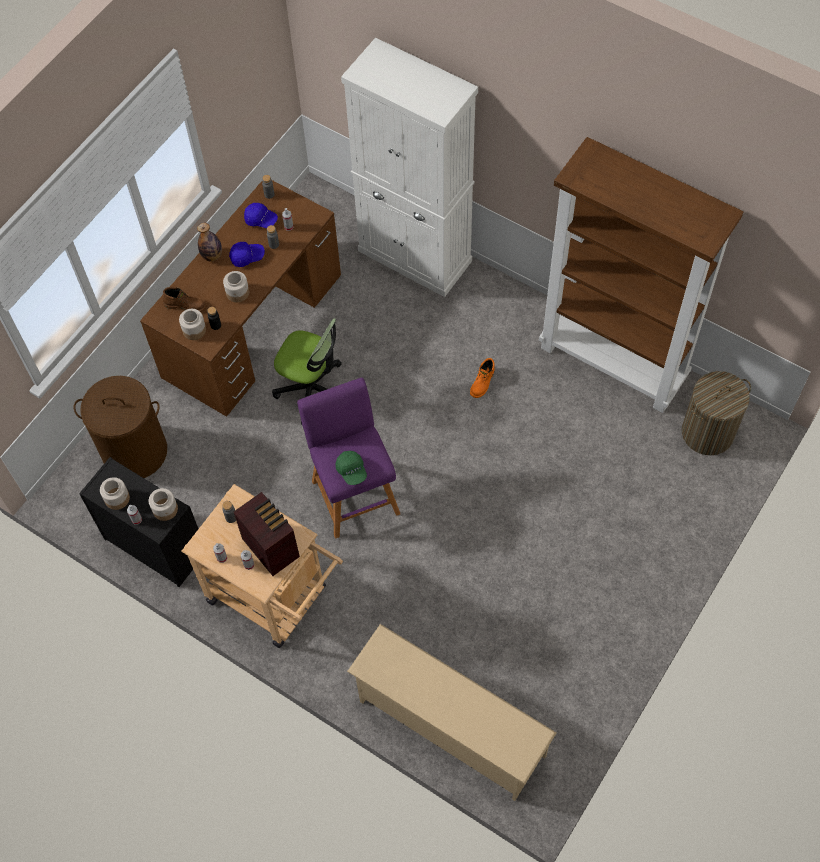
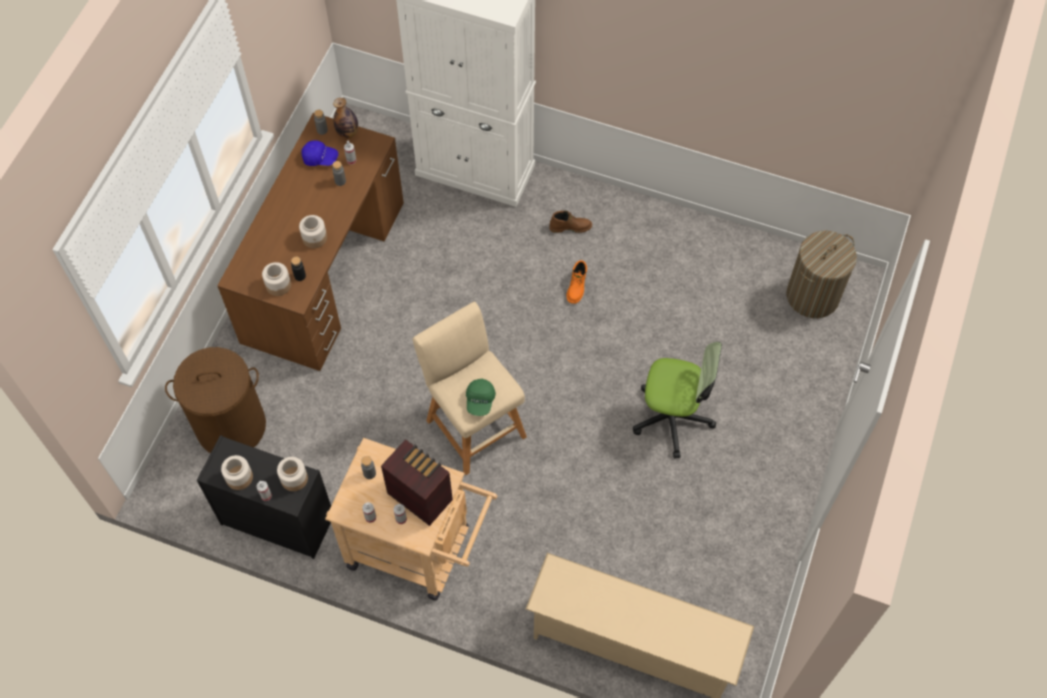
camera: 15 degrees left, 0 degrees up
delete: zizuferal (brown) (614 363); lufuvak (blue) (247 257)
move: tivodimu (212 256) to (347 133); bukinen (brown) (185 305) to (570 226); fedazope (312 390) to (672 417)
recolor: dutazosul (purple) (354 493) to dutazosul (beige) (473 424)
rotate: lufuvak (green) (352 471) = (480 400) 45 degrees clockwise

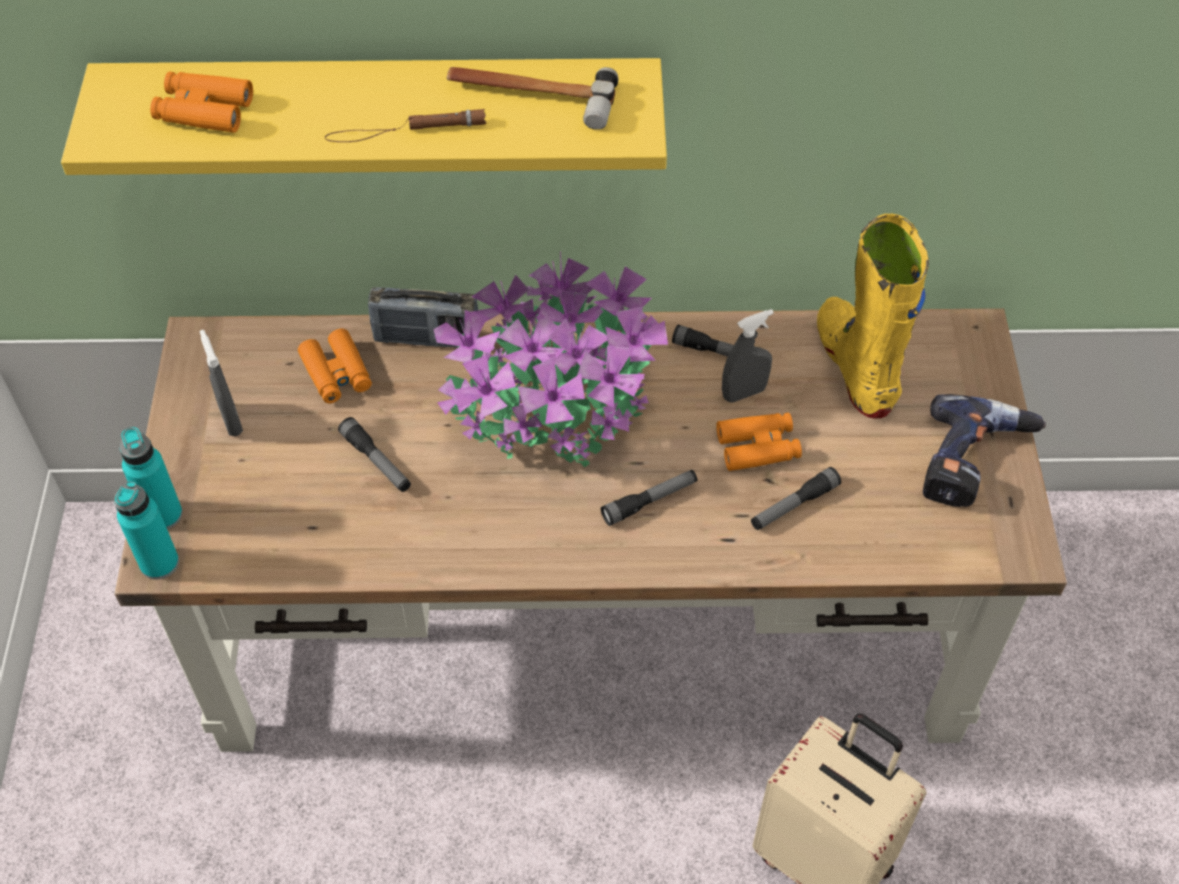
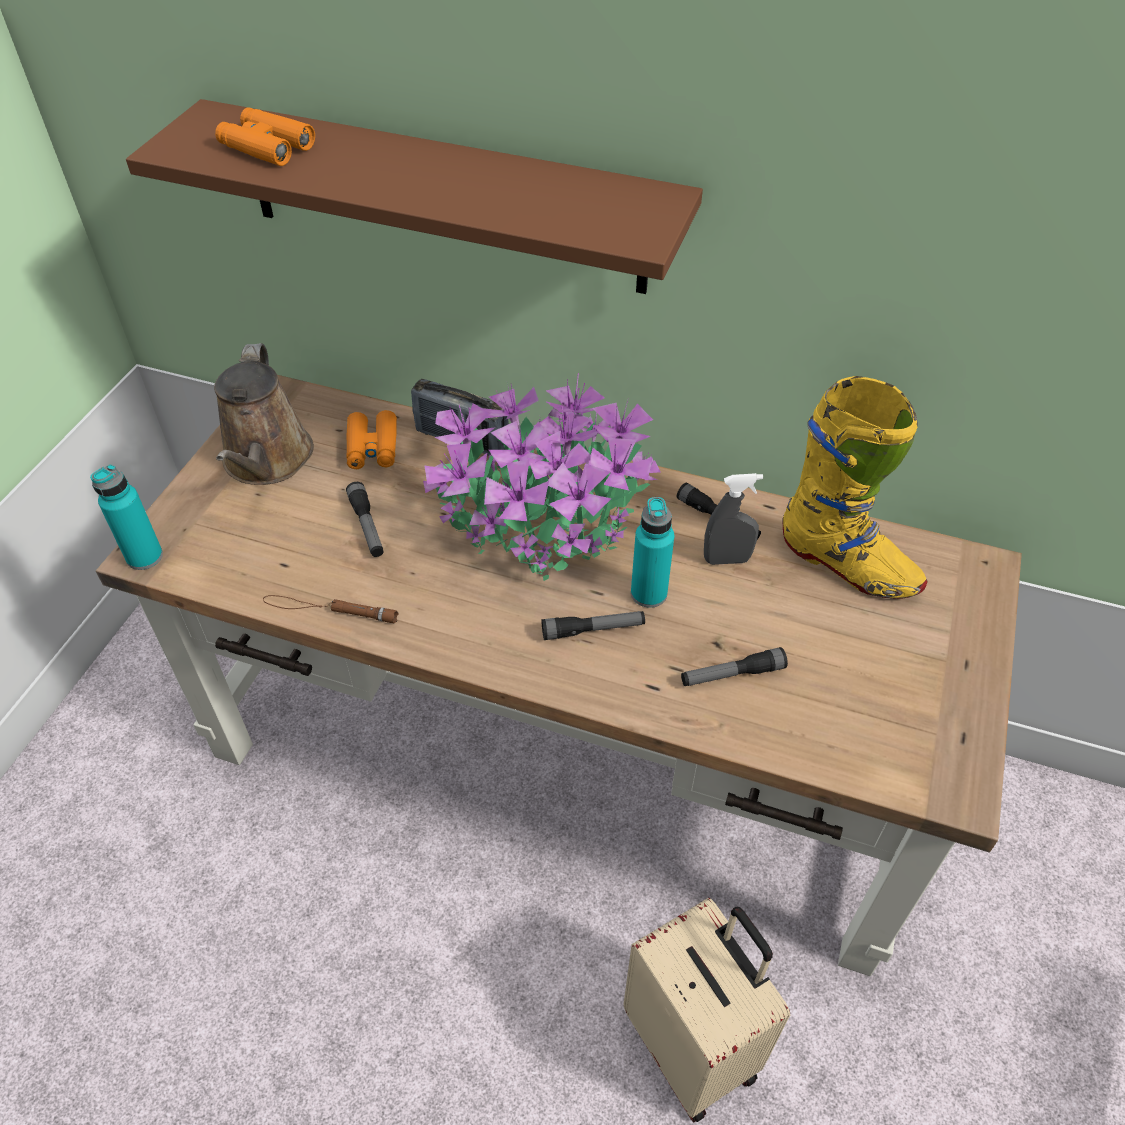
camera: 20 degrees right, 5 degrees down
delete: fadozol (530 96); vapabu (974 463); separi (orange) (758 447)
move: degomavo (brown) (405 130) to (329 610); tivodimu (turquoise) (163 514) to (648 593)
replace: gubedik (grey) (231 420) to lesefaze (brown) (267 461)
recolor: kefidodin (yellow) (381 110) to kefidodin (brown) (442 198)
rotate: bukinen (yellow) (855 367) = (847 566) 120 degrees clockwise

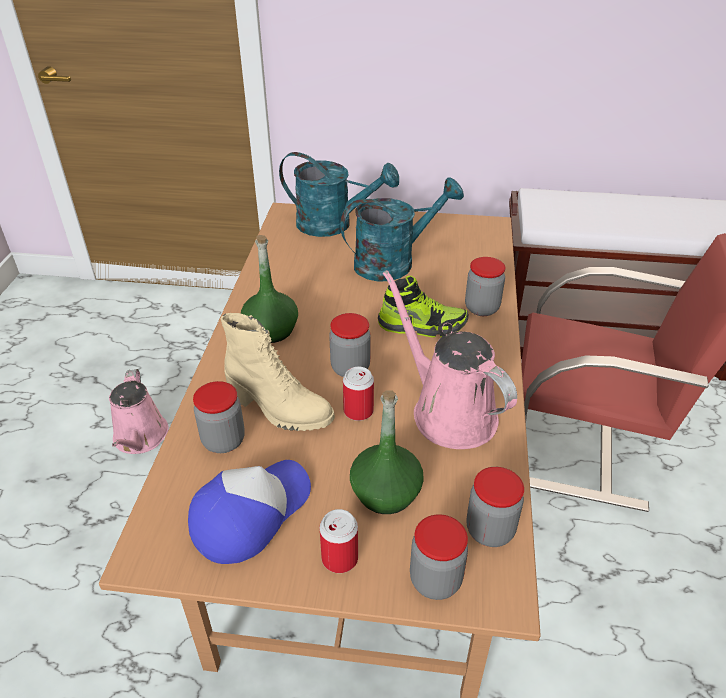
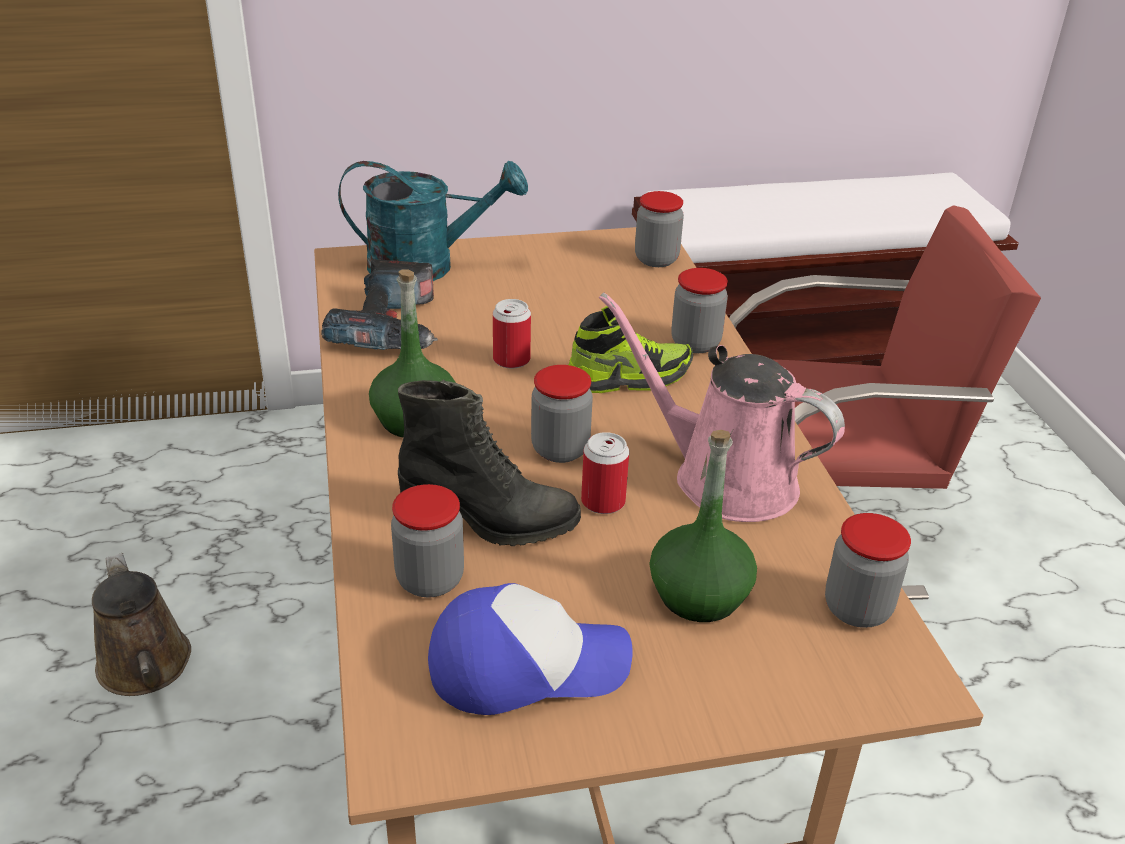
camera: 20 degrees left, 5 degrees down
delete: lesefaze (turquoise) (394 262)
insert: vapabu (393 327)
move: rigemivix (339 558) to (511 360); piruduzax (435 580) to (656 259)
recolor: bukinen (beige) (279 410) to bukinen (black) (489 523); lesefaze (pink) (140 438) to lesefaze (brown) (146 668)
rotate: lufuvak (250 513) = (526 664) 60 degrees clockwise

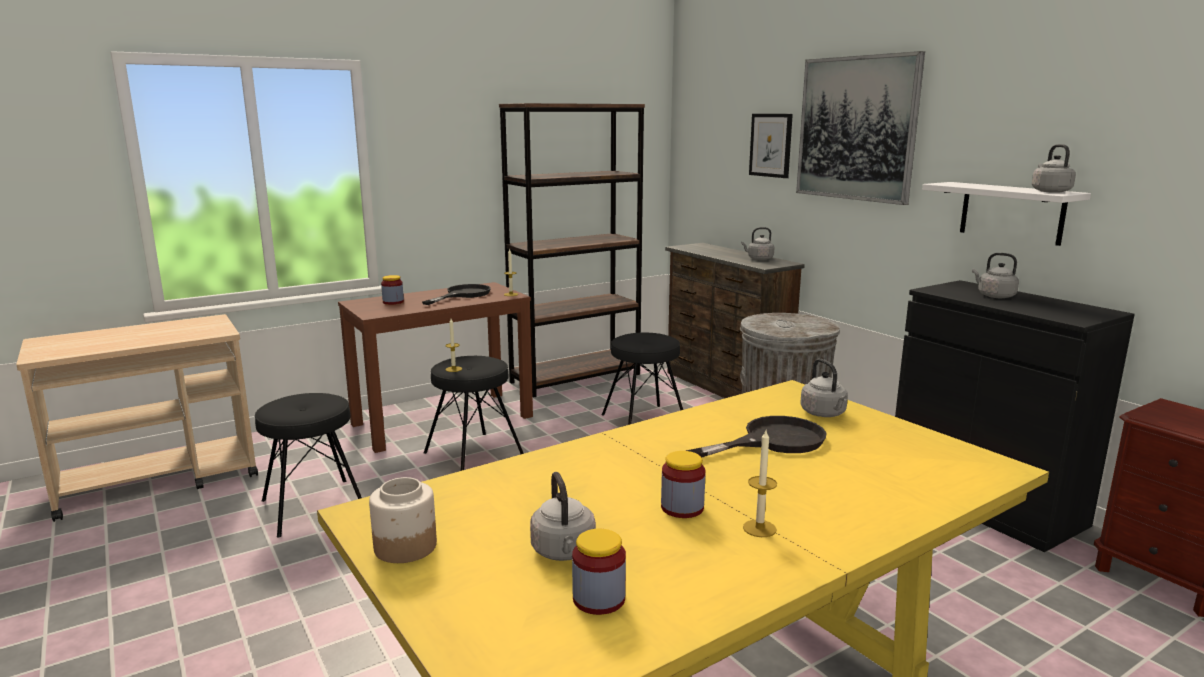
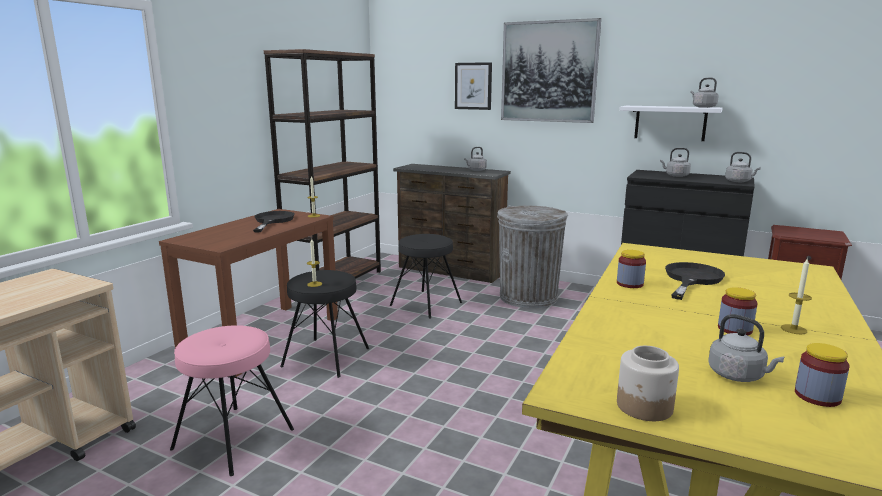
camera: 30 degrees left, 0 degrees up
move: piruduzax (393 302) to (629 284); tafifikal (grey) (824 414) to (739 181)
recolor: dutazosul (black) (314 507) to dutazosul (pink) (234 439)

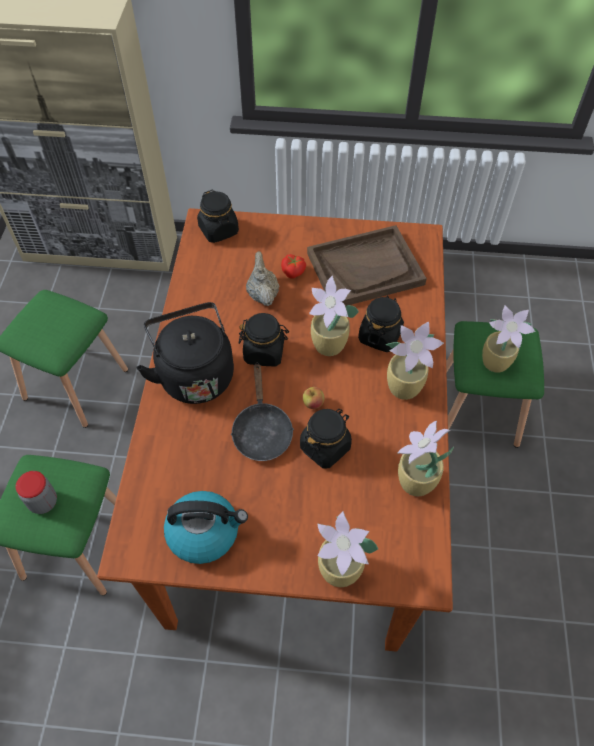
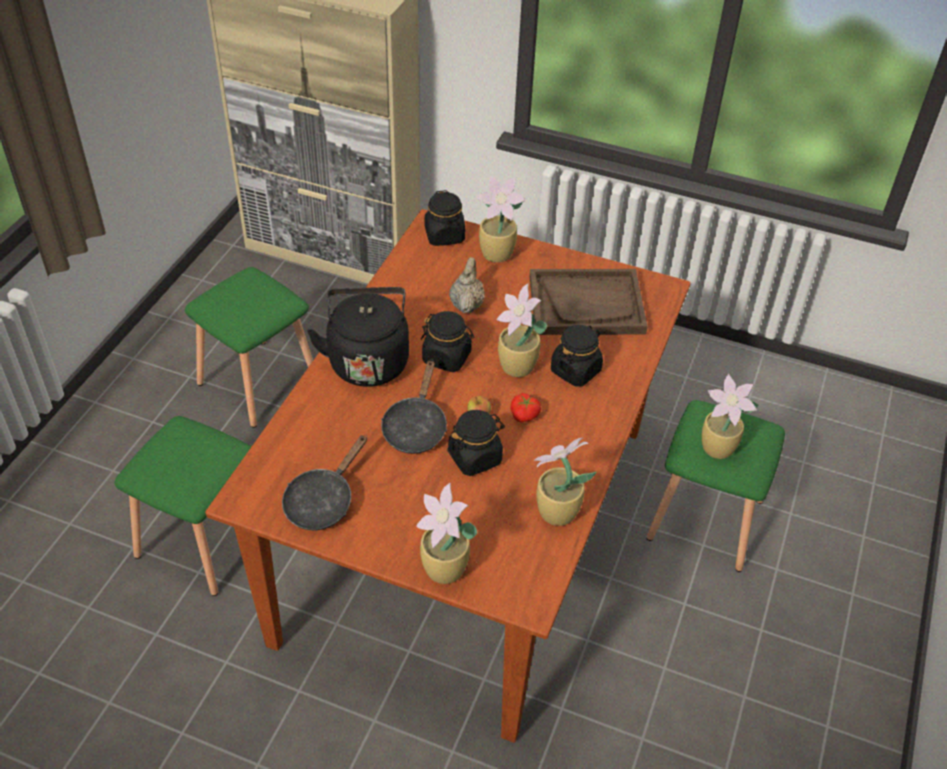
camera: 15 degrees right, 10 degrees down
delete: piruduzax (43 502)
move: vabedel (293 271) to (525 415); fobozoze (405 388) to (498 255)
replace: tafifikal (205 532) to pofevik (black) (323 501)

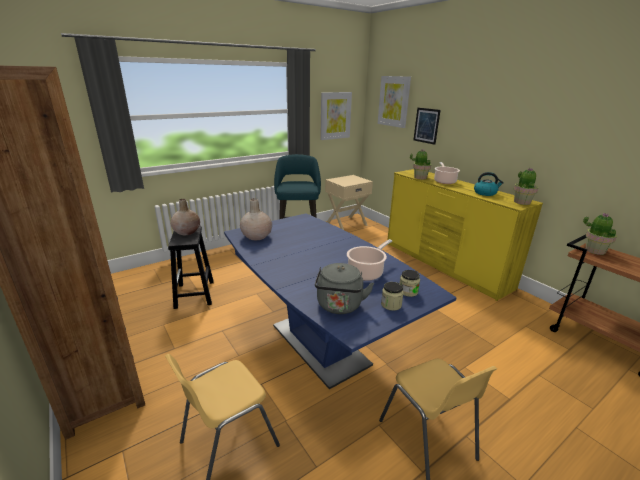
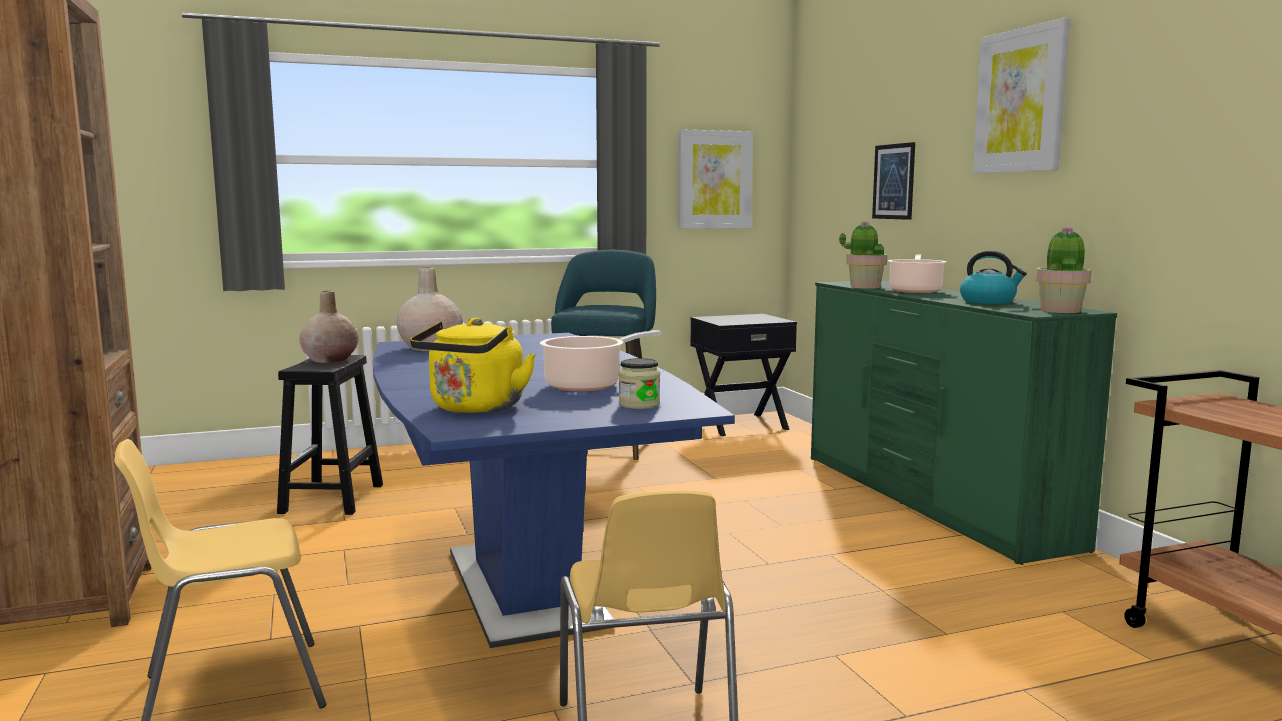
camera: 15 degrees right, 15 degrees down
delete: fobozoze (594 250); piruduzax (391 304)
move: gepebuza (394 101) to (1020 101)
recolor: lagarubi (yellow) (444 265) to lagarubi (green) (930 499); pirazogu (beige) (346 224) to pirazogu (black) (740 424); tafifikal (grey) (339 306) to tafifikal (yellow) (475 409)

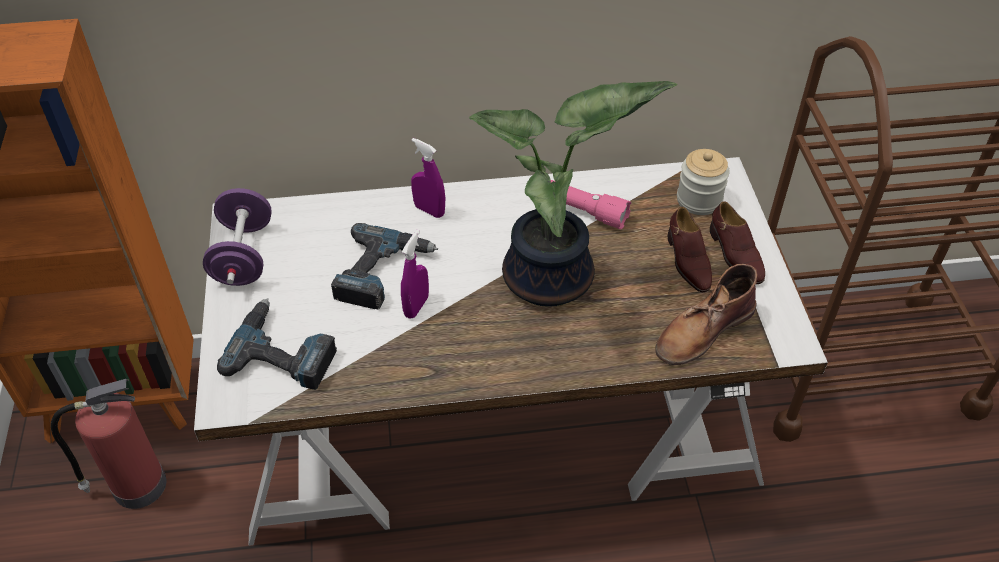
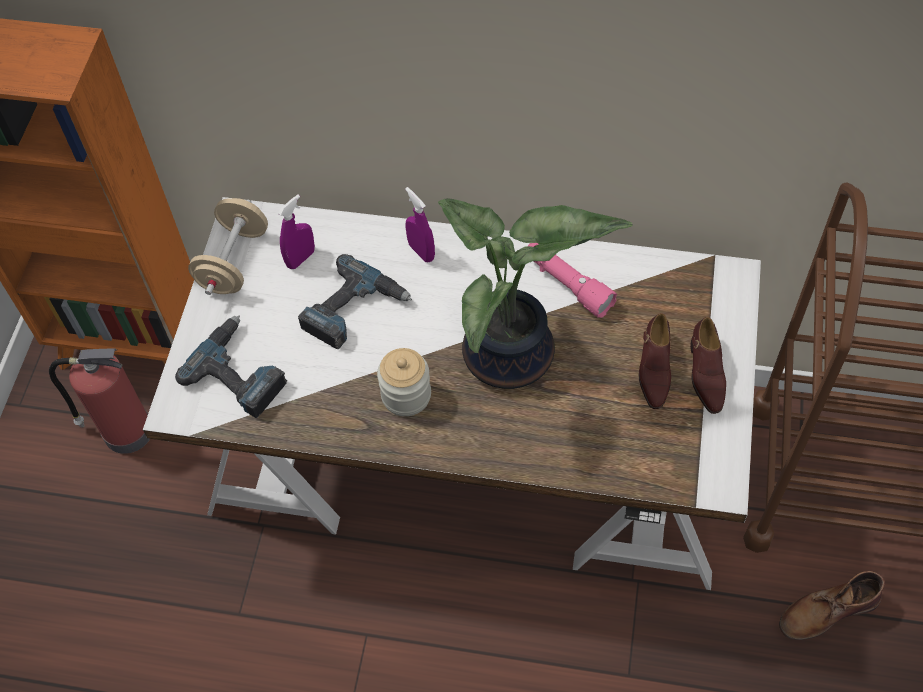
camera: 20 degrees right, 10 degrees up
move: piruduzax (699 200) to (406 395); gubedik (purple) (416 306) to (301 258); bukinen (brown) (703 330) to (827 611)
recolor: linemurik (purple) (243 256) to linemurik (beige) (234 262)

